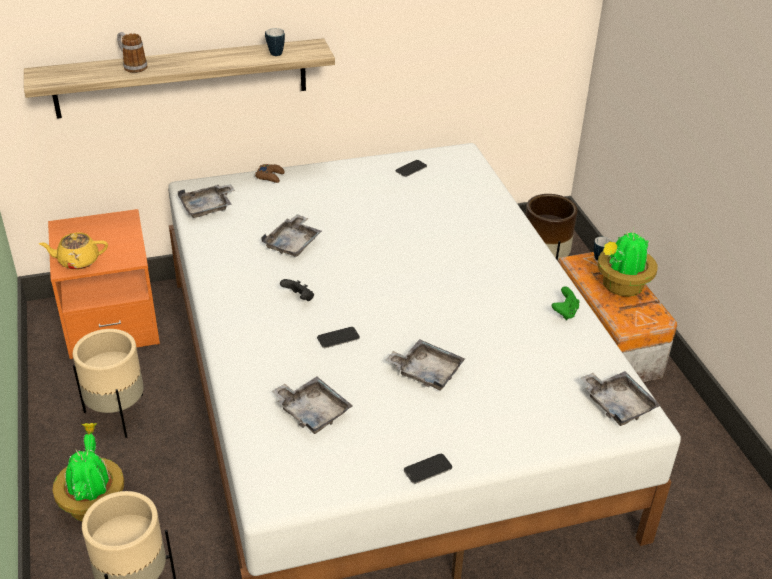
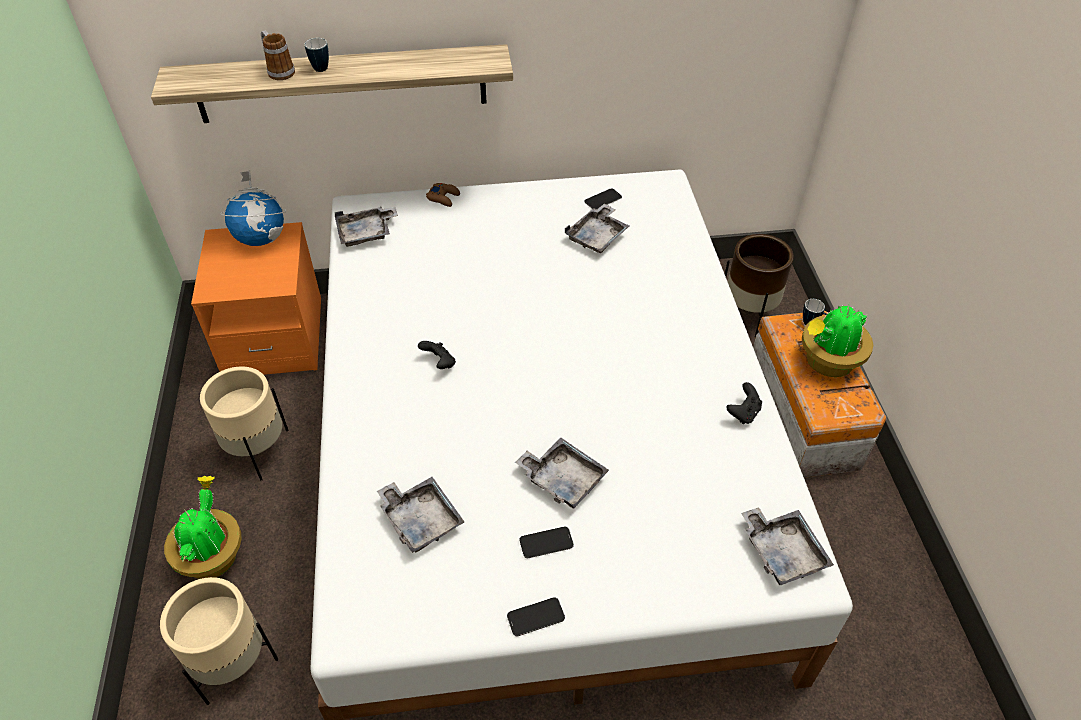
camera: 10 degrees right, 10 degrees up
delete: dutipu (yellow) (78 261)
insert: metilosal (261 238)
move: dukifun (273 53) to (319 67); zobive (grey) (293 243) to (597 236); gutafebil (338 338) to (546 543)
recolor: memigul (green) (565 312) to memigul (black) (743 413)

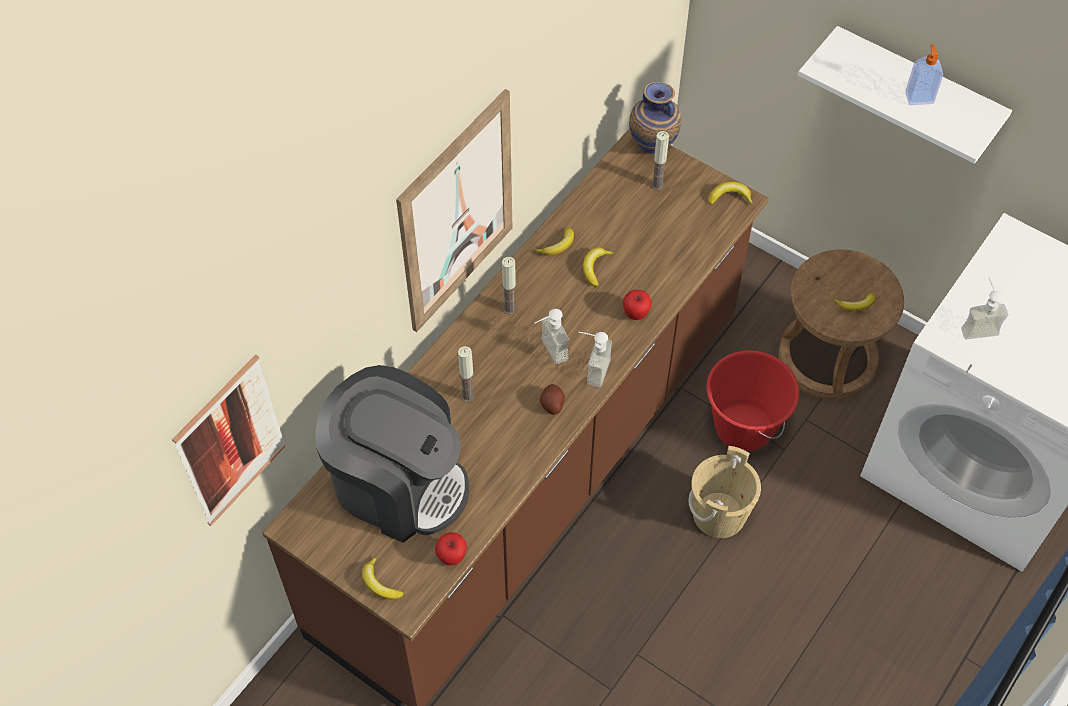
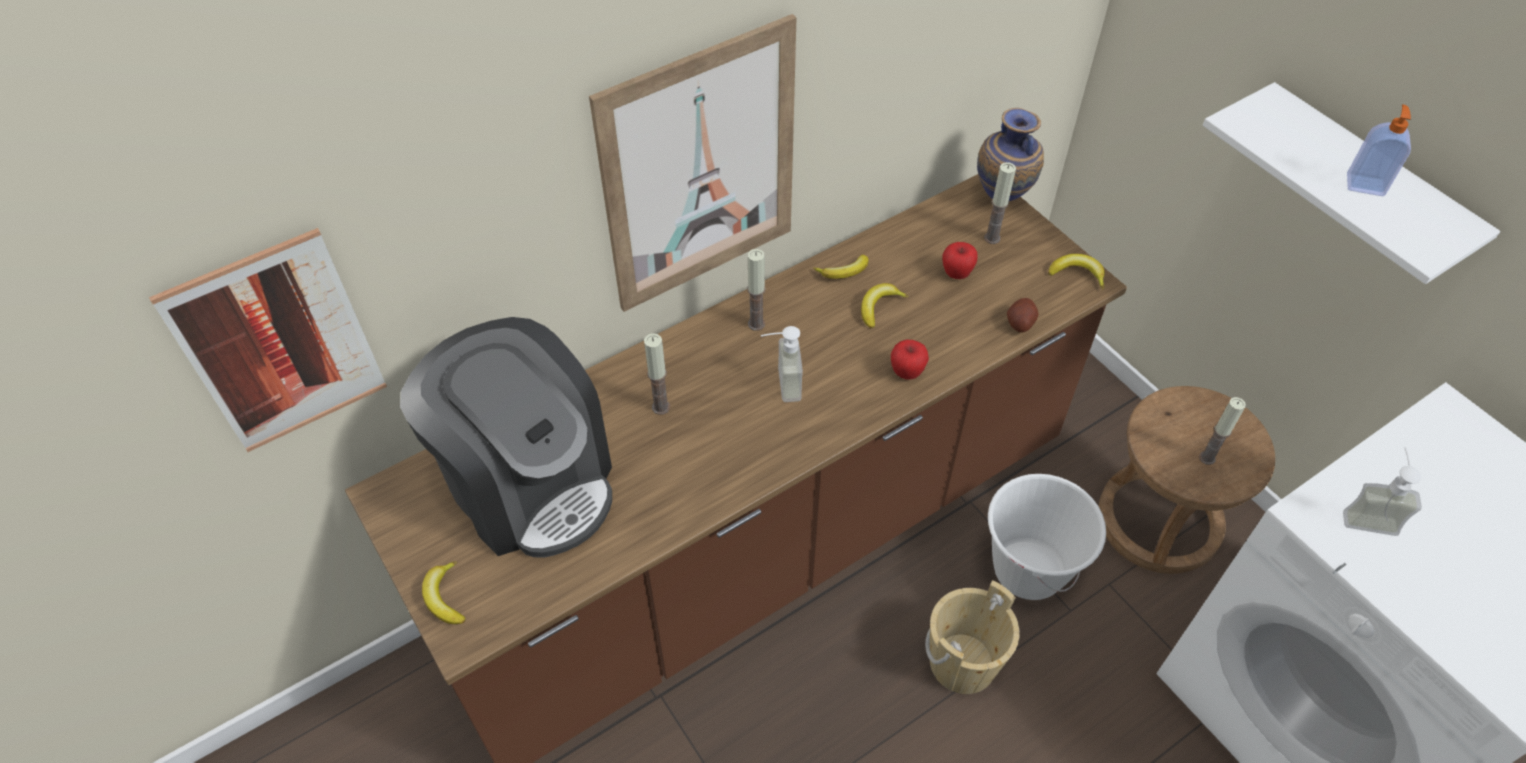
camera: 20 degrees right, 5 degrees down
delete: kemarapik (591 370)
move: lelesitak (552 404) to (1020 323); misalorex (452 557) to (956 274)
replace: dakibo (855 305) to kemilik (1207 458)
recolor: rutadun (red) (743 427) to rutadun (white) (1027 569)

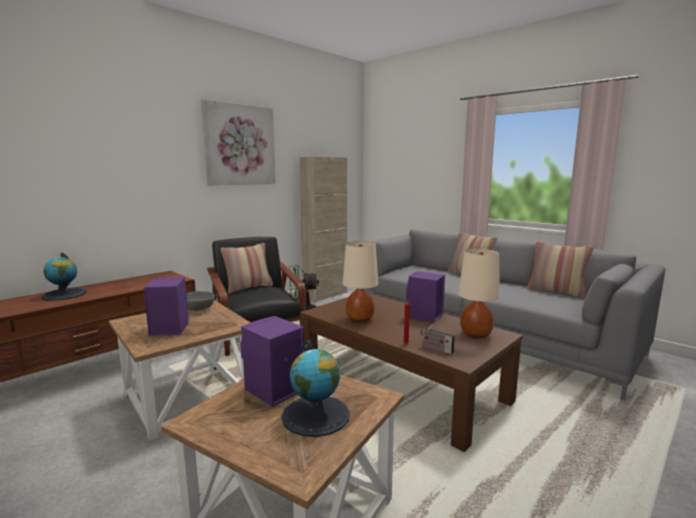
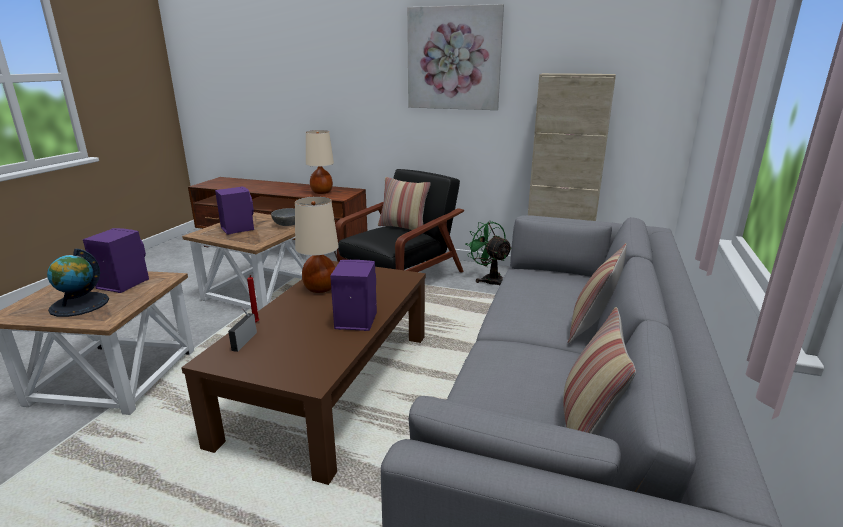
camera: 65 degrees right, 10 degrees up
delete: metilosal (64 294)
move: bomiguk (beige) (476 335) to (321 192)

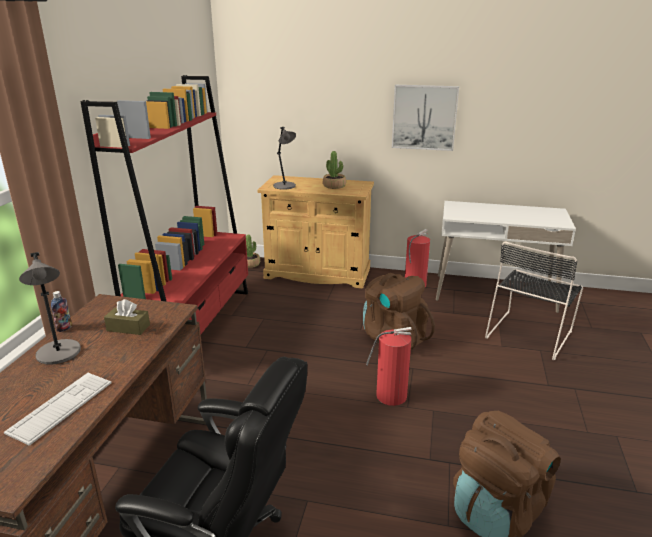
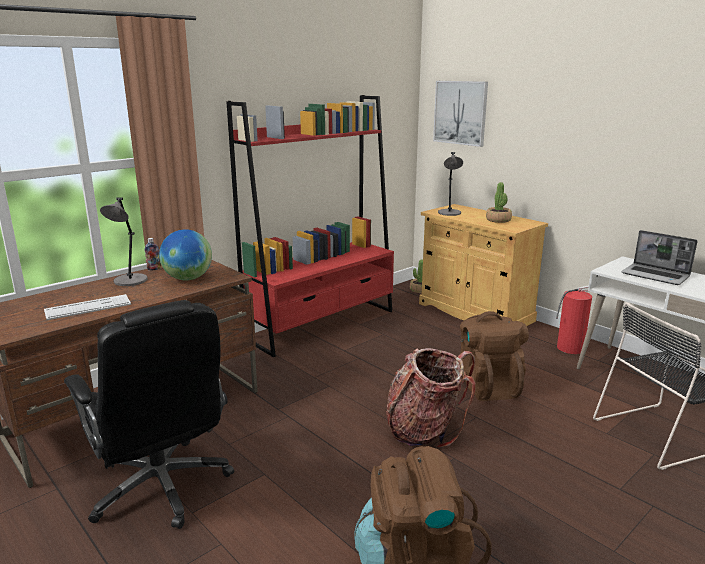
camera: 35 degrees right, 5 degrees down
insert: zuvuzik (656 275)
move: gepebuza (424 117) to (460 112)
replace: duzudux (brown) (128 328) to metilosal (188 278); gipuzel (389 395) to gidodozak (425 430)

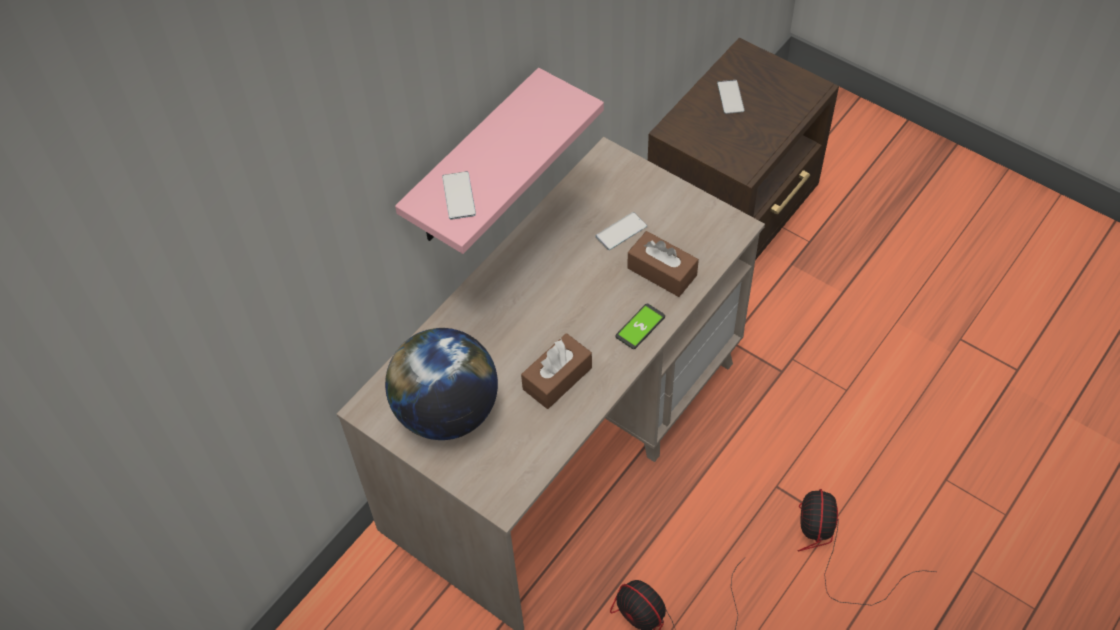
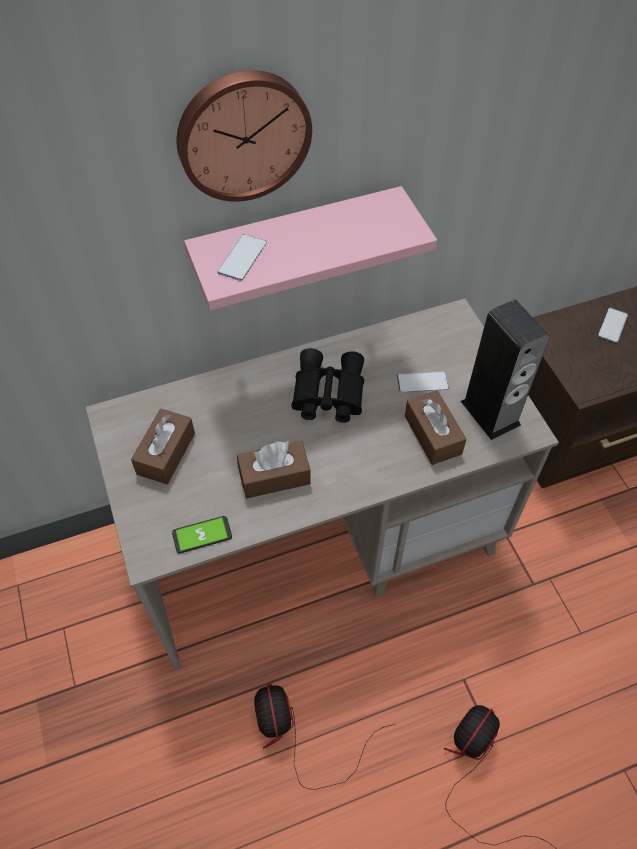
camera: 30 degrees right, 0 degrees up
insert: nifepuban (242 134); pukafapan (490 413); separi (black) (326 393)
move: gutafebil (640 327) to (202 535)
replace: metilosal (447 412) to duzudux (brown) (166 453)

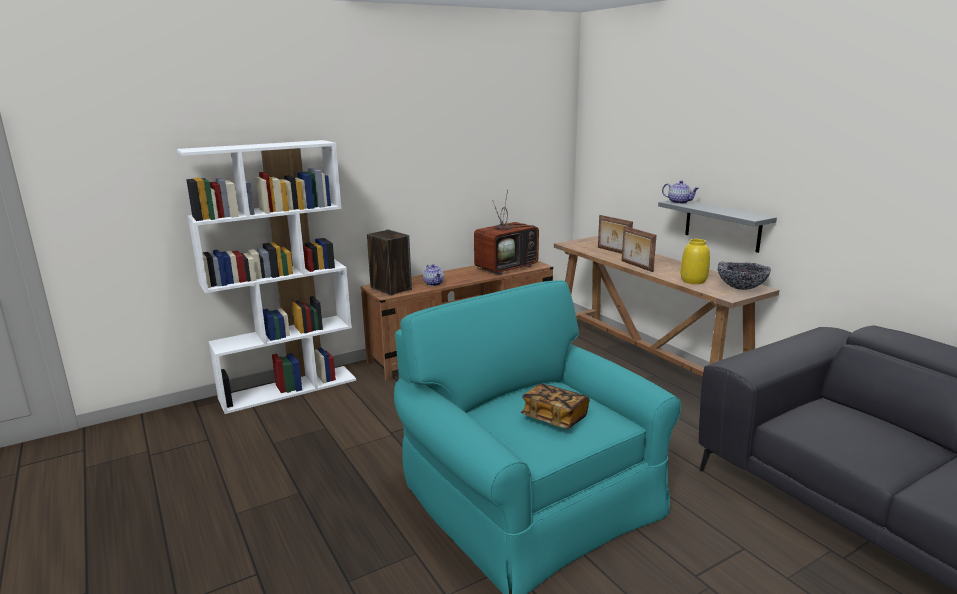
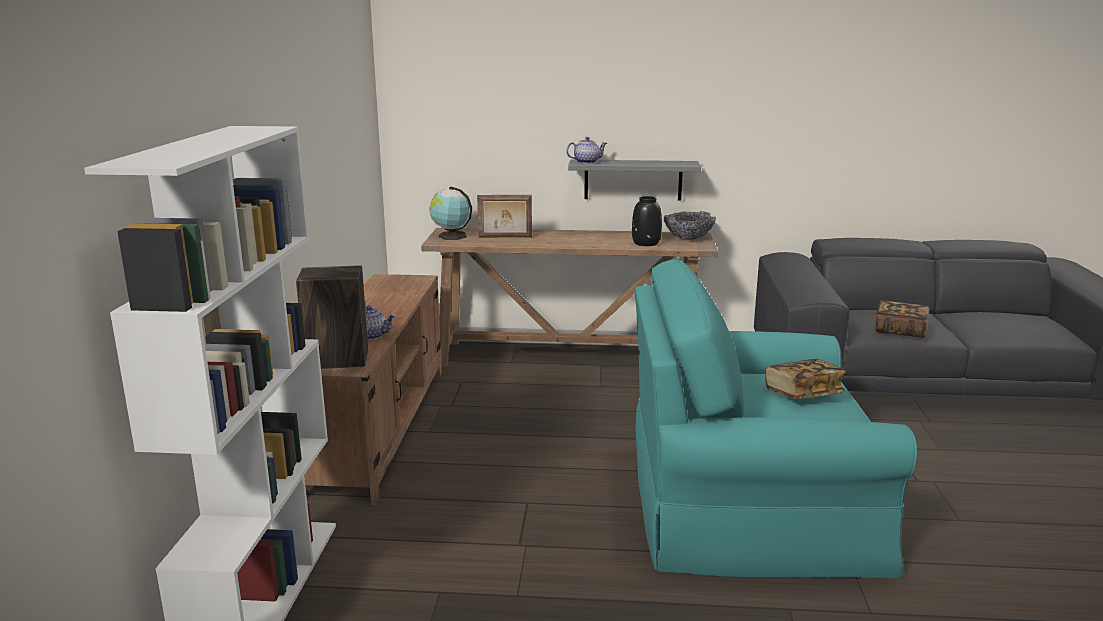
camera: 55 degrees left, 0 degrees up
delete: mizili (506 267); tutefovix (636 266)
insert: metilosal (451 236); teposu (900 330)
recolor: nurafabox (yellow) (694 281) to nurafabox (black) (646 243)

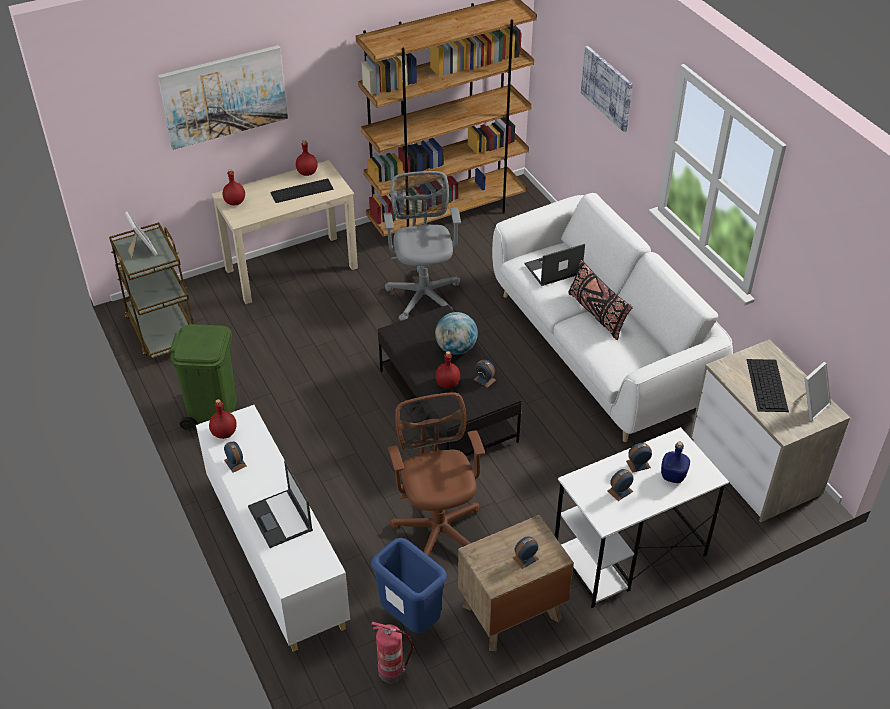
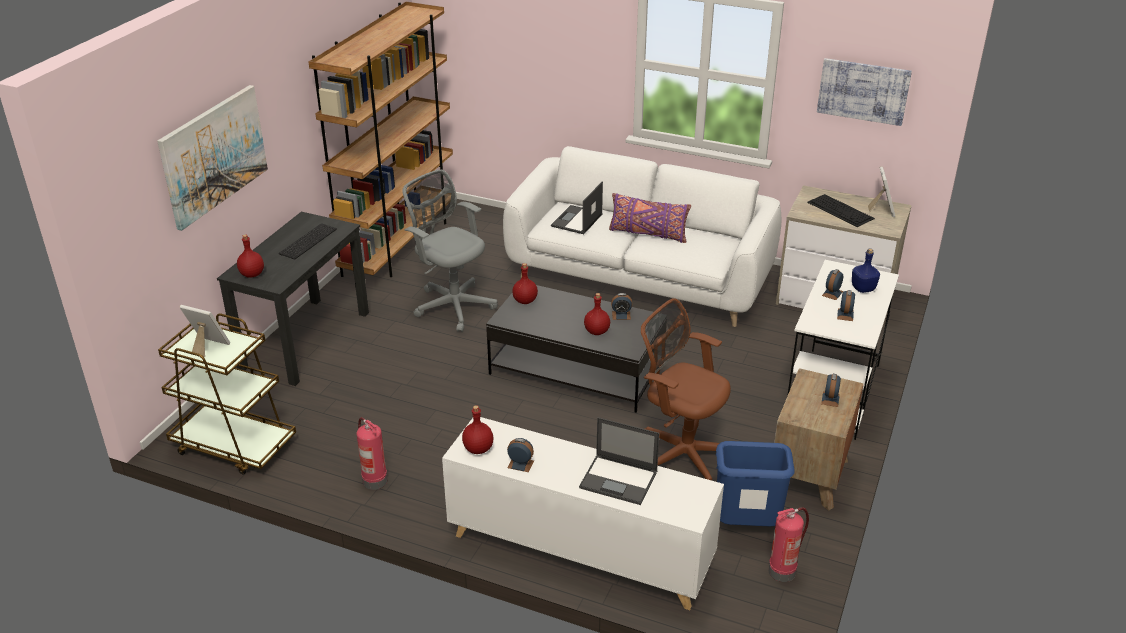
camera: 40 degrees left, 10 degrees down
delete: metilosal (456 348)
move: gepebuza (607 88) to (863 91); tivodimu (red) (307 173) to (525 301)
replace: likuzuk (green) (213 411) to gipuzel (374 480)
recolor: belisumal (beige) (292 268) to belisumal (black) (305 340); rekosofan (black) (596 313) to rekosofan (purple) (648 234)

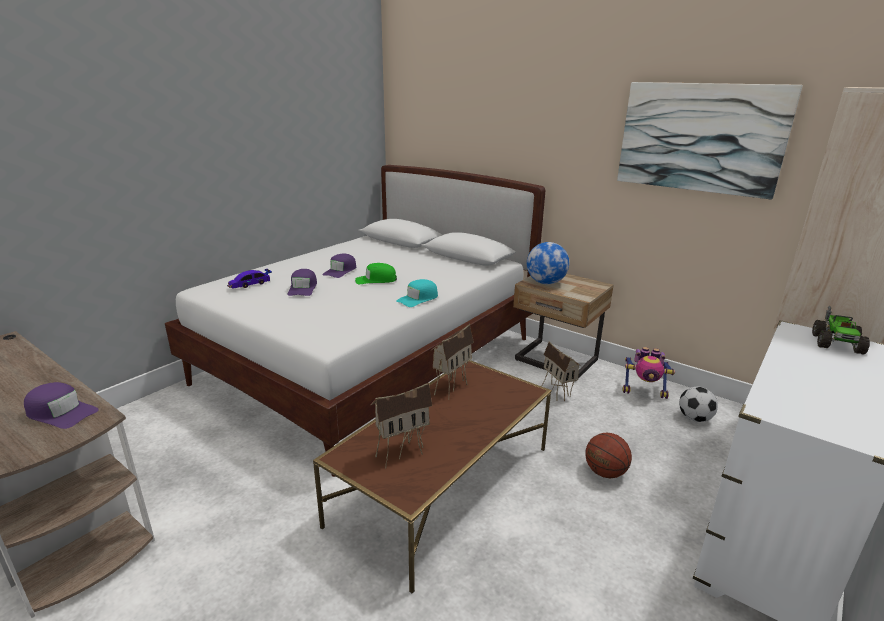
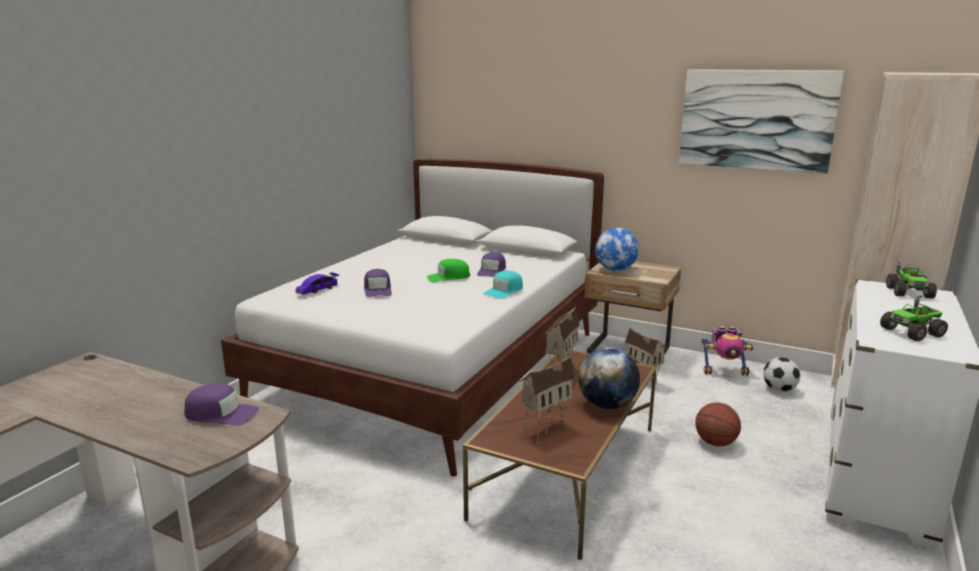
camera: 10 degrees left, 5 degrees down
insert: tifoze (912 332); metilosal (607 405)
move: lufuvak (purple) (340 271) to (492 271)

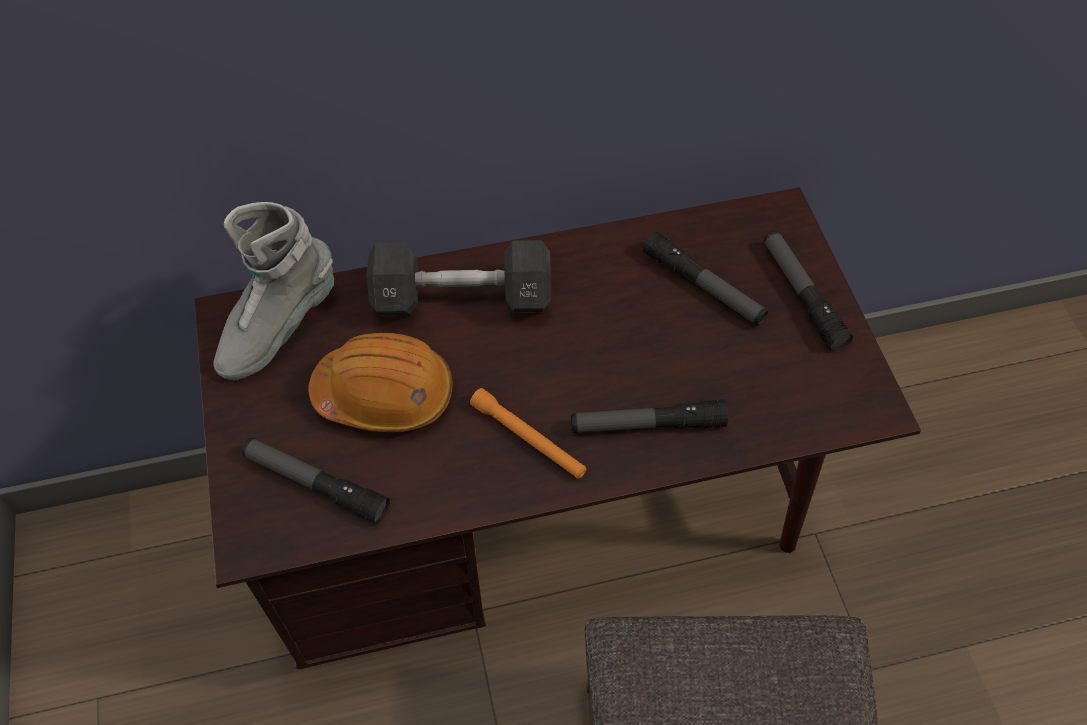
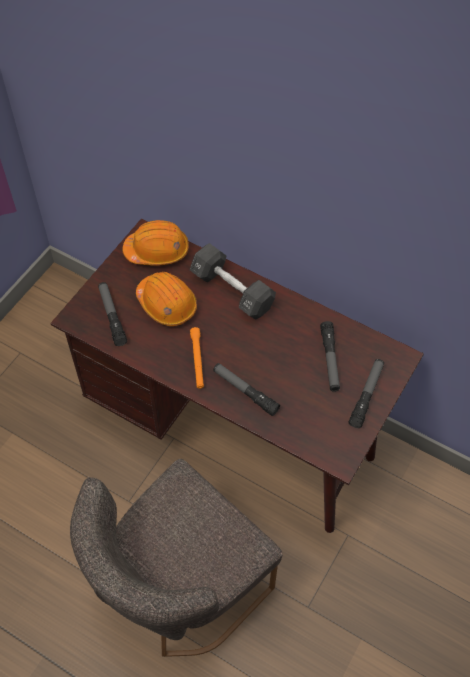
camera: 45 degrees right, 0 degrees up
replace: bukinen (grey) (278 327) to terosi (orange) (157 251)

